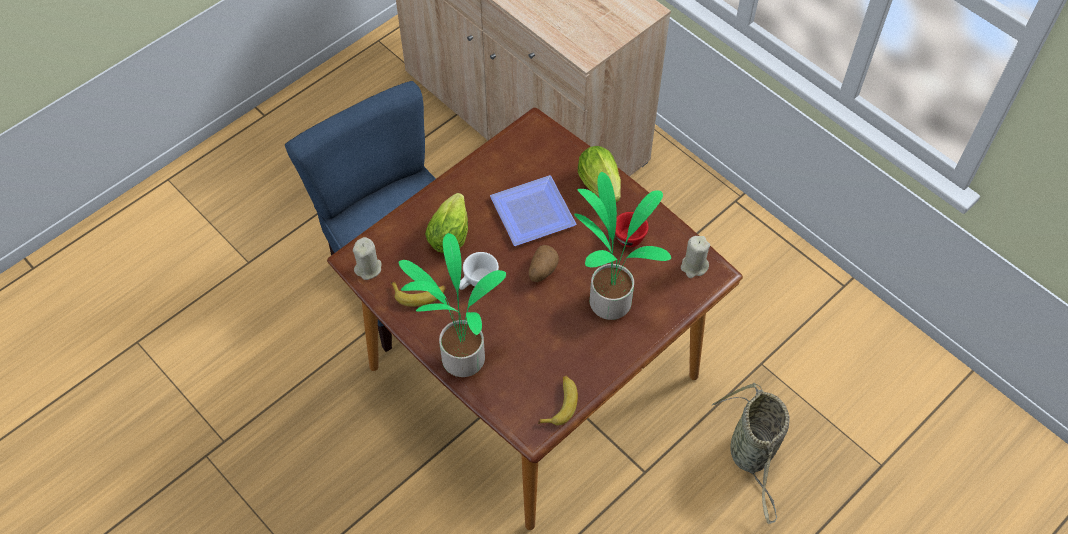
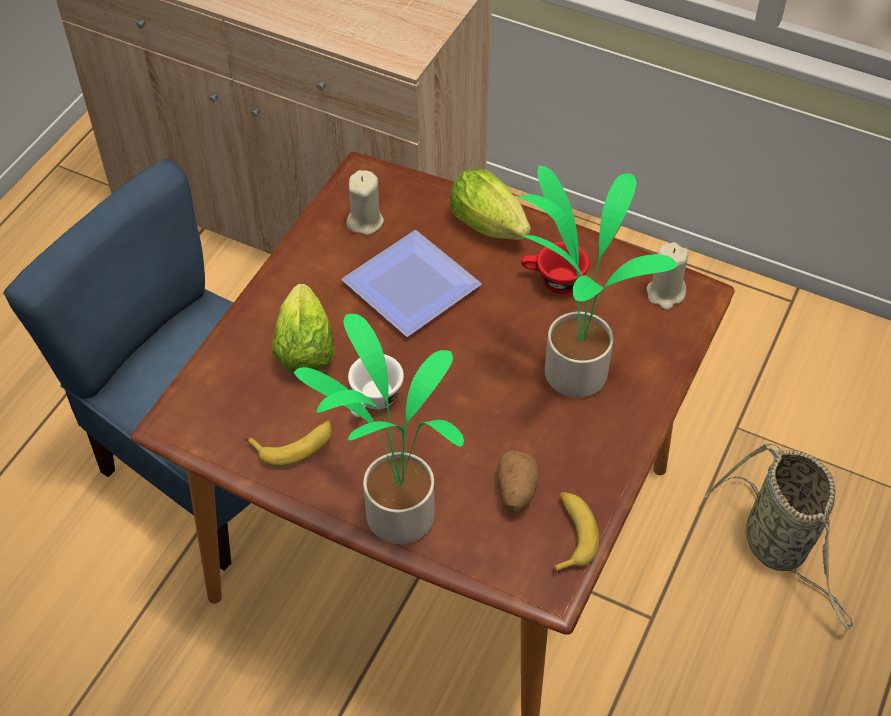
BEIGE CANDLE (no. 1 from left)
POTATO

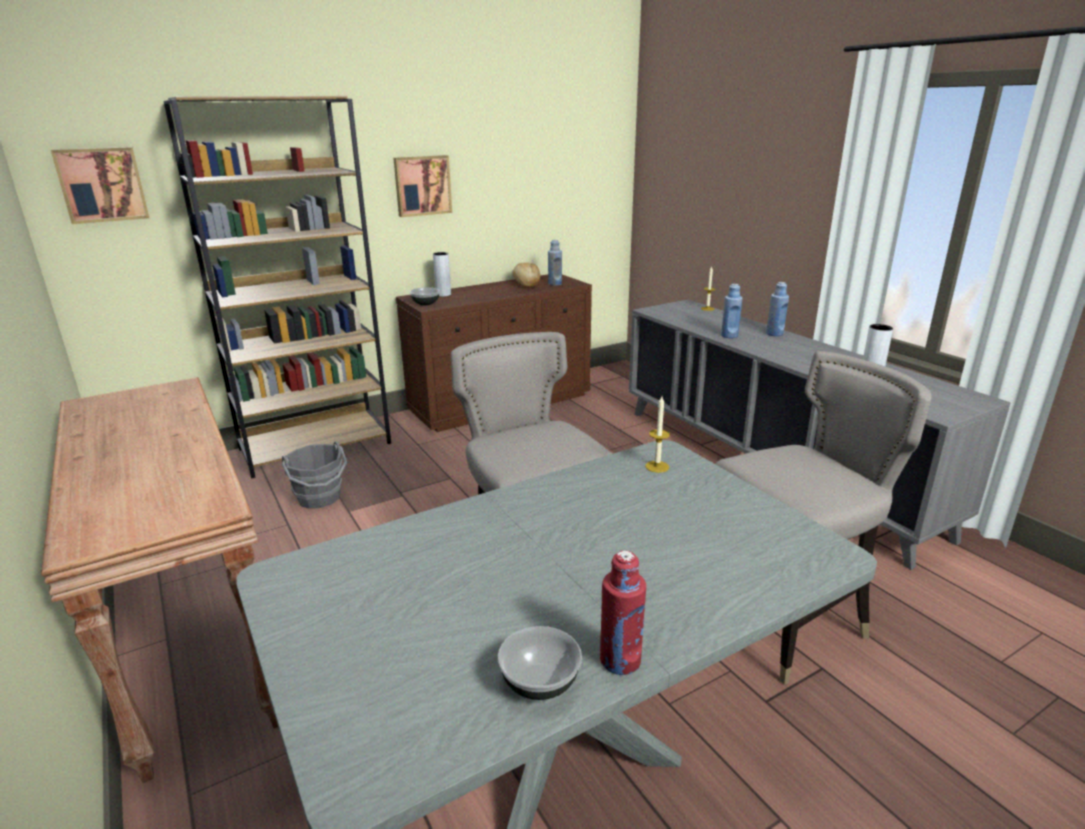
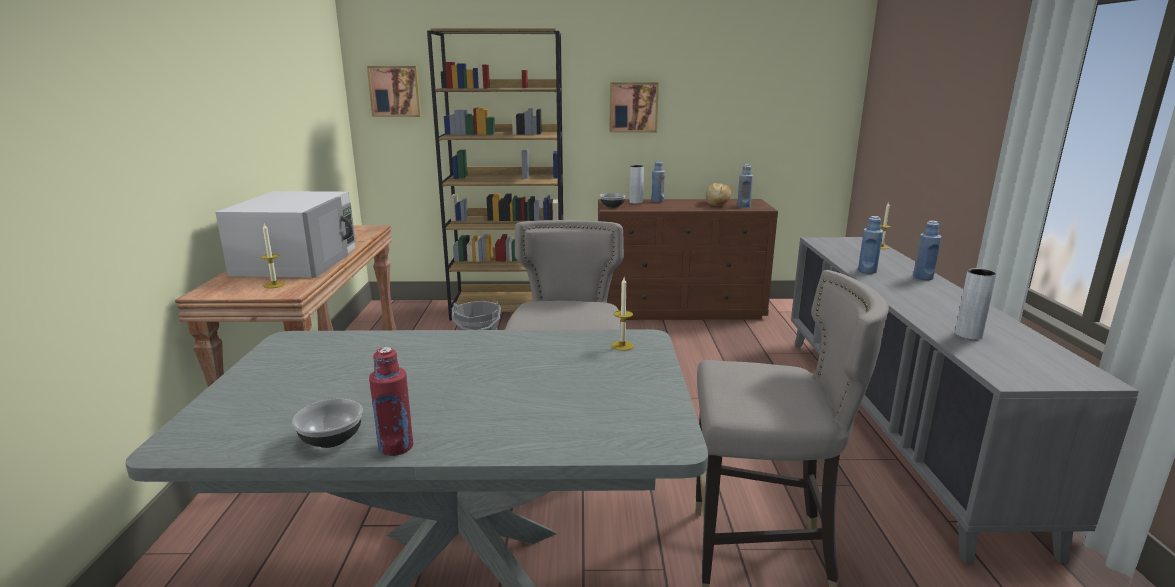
WHITE MICROWAVE
CANDLE (no. 1 from left)
BLUE BOTTLE (no. 1 from left)

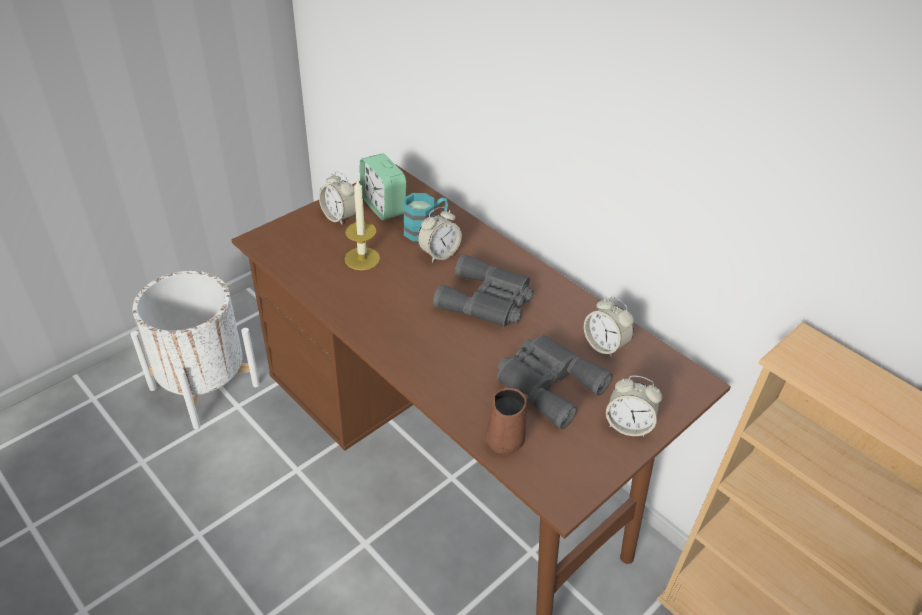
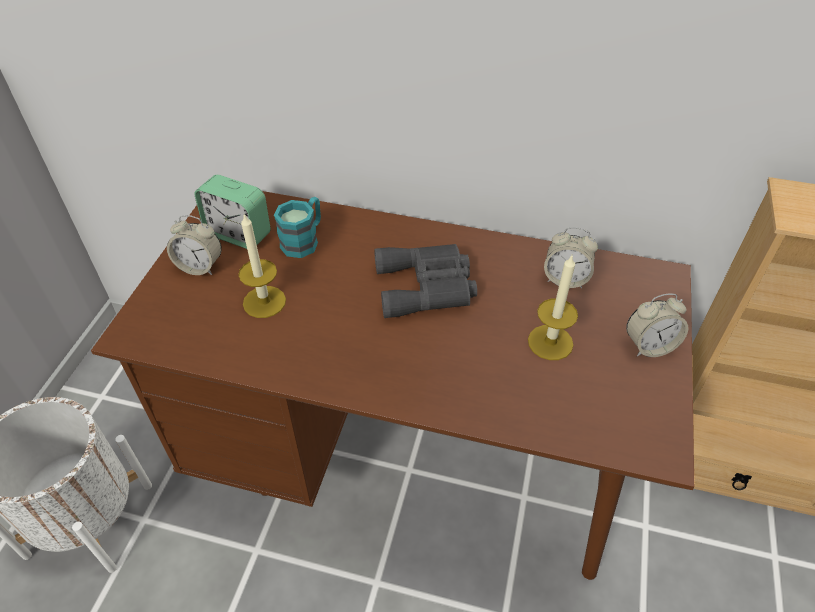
ALARM CLOCK (no. 3 from left in the first image)
BROWN MUG
CANDLE (no. 2 from left)

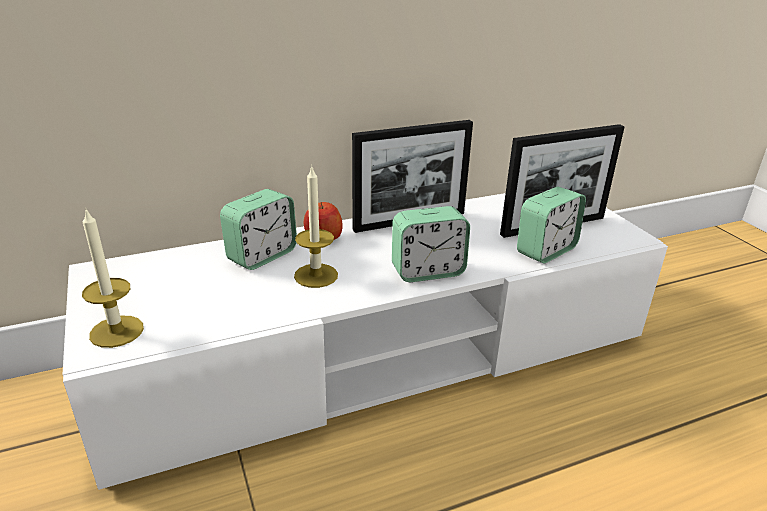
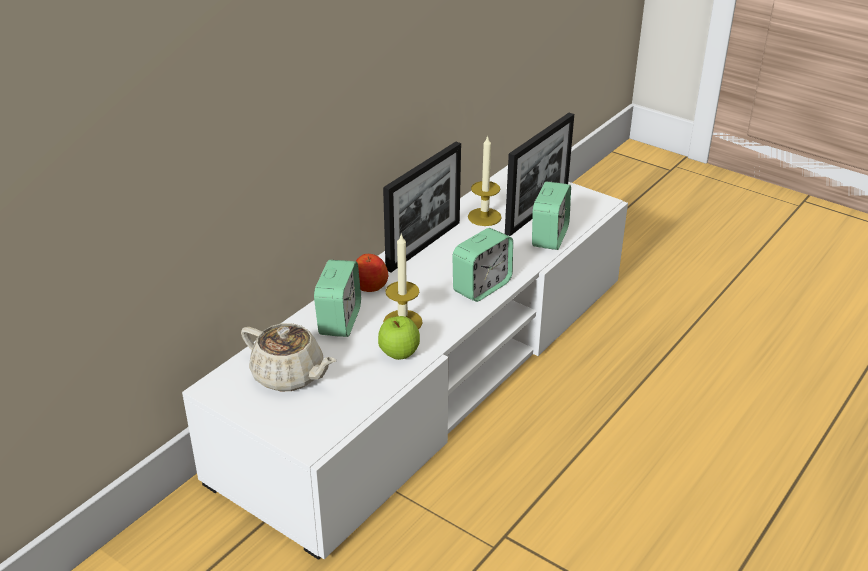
CANDLE (no. 2 from left)
BEIGE TEAPOT
APPLE (no. 2 from left)

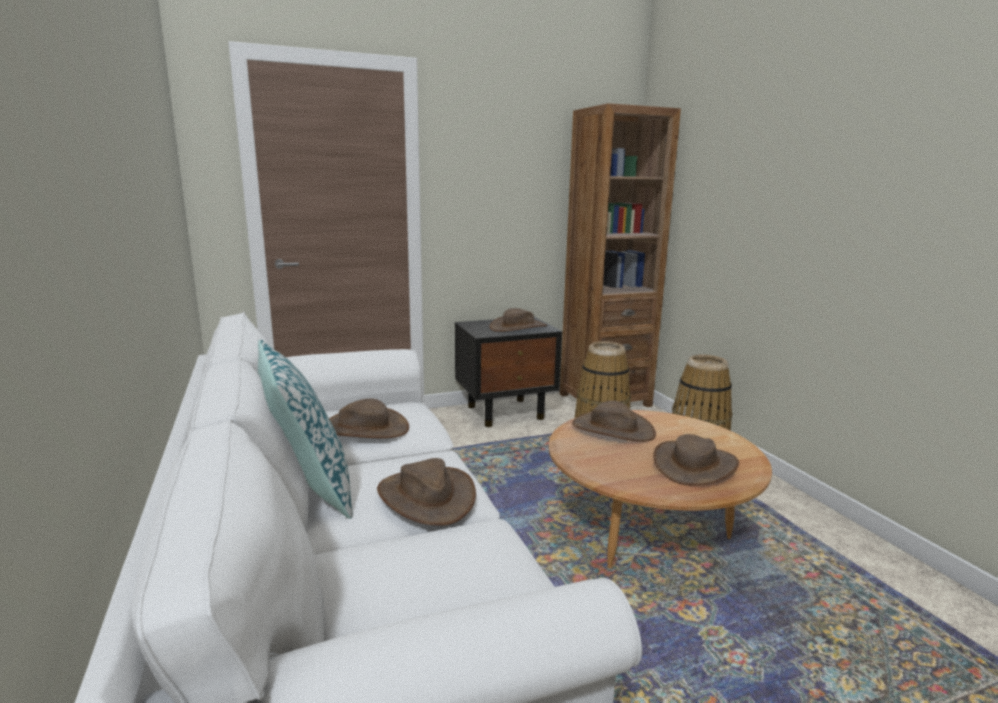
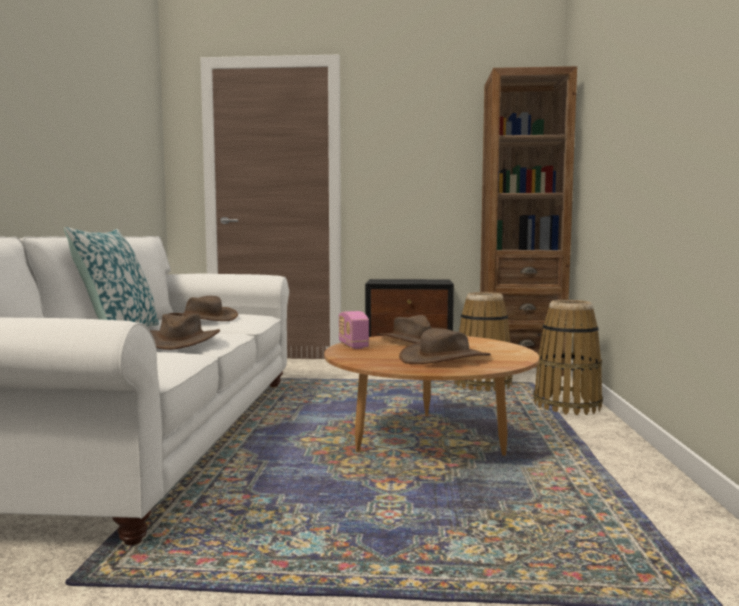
BROWN HAT (no. 3 from left in the first image)
RADIO

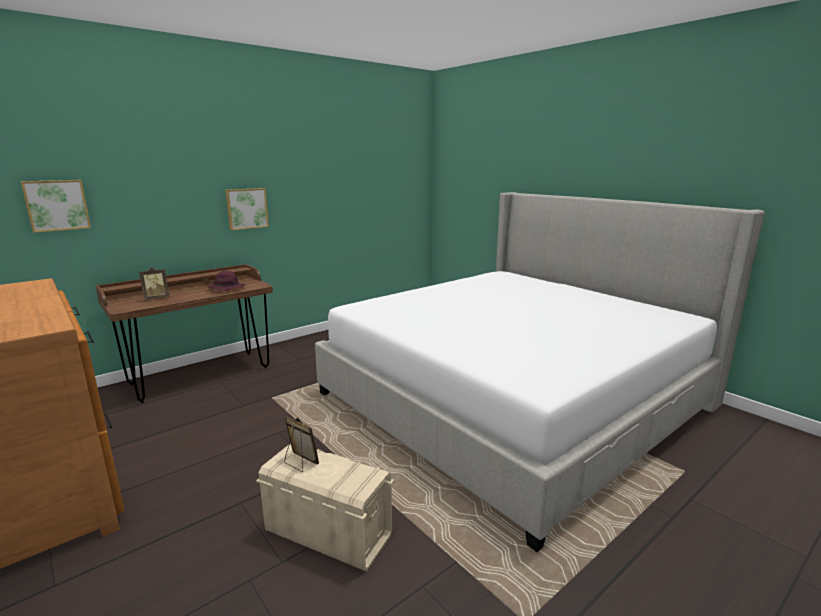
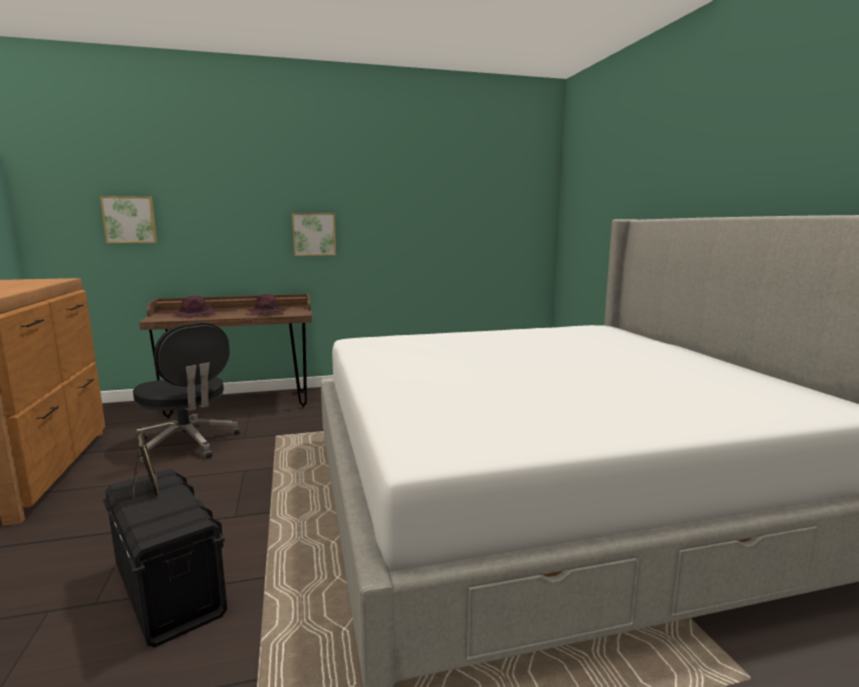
PURPLE HAT (no. 1 from left)
BLACK STORAGE BOX
BLACK OFFICE CHAIR

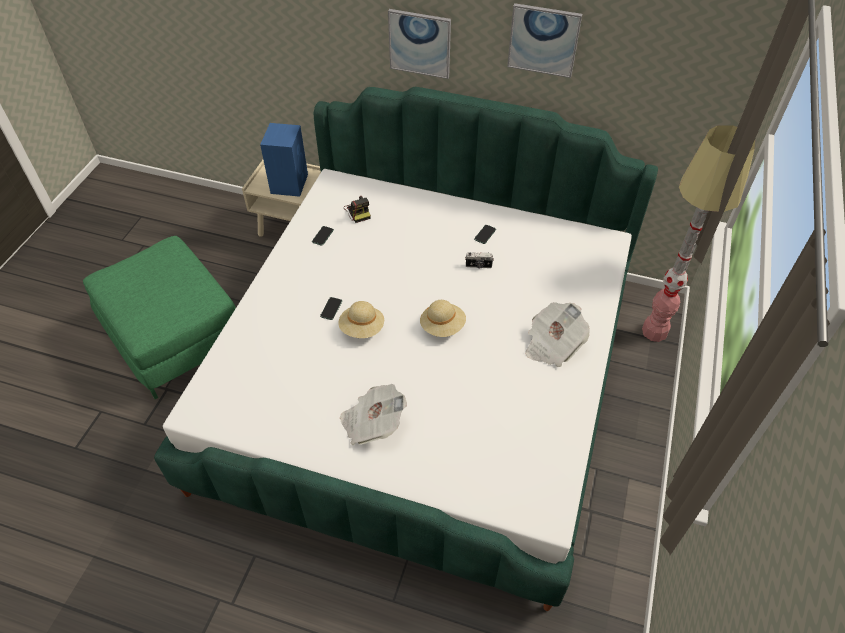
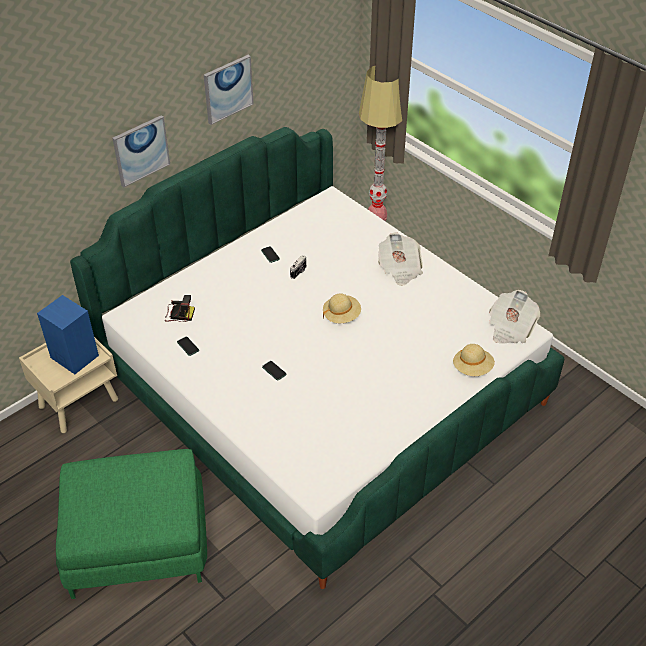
BEIGE HAT (no. 2 from left)
NEWSPAPER (no. 2 from left)

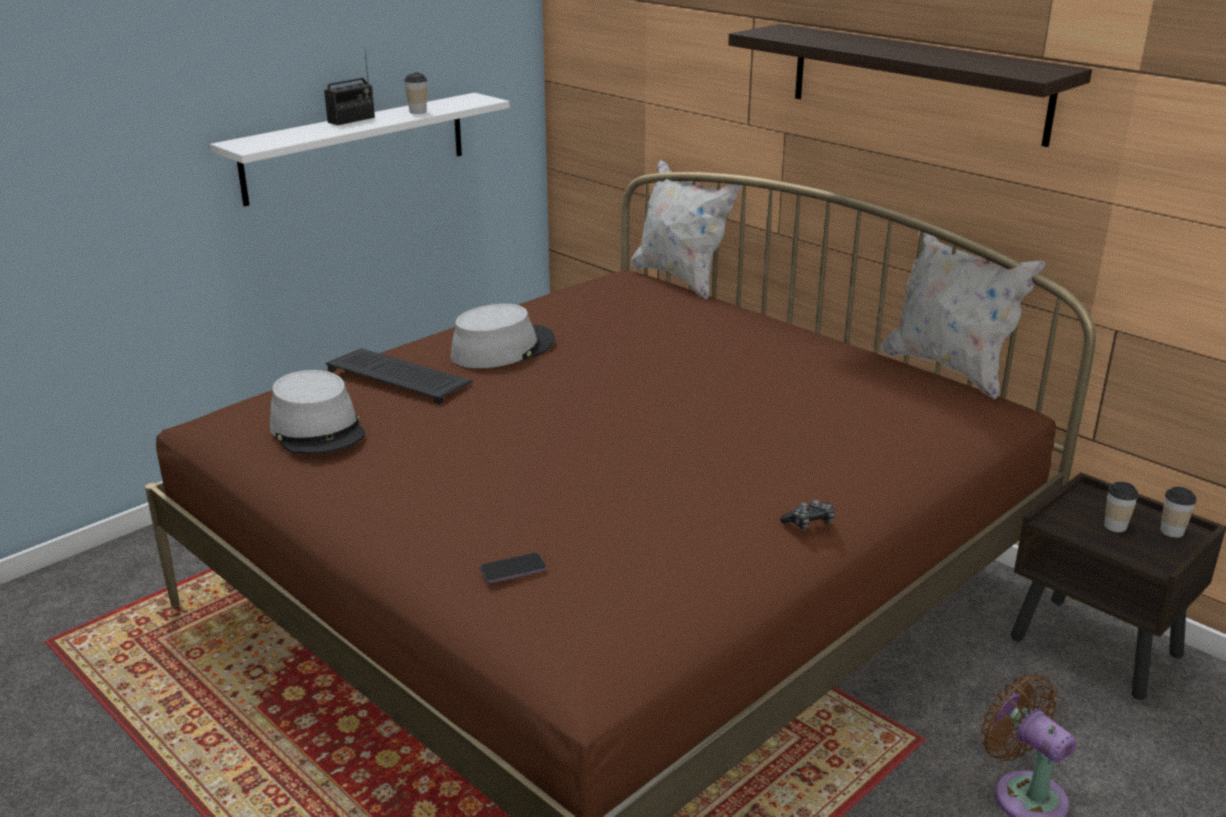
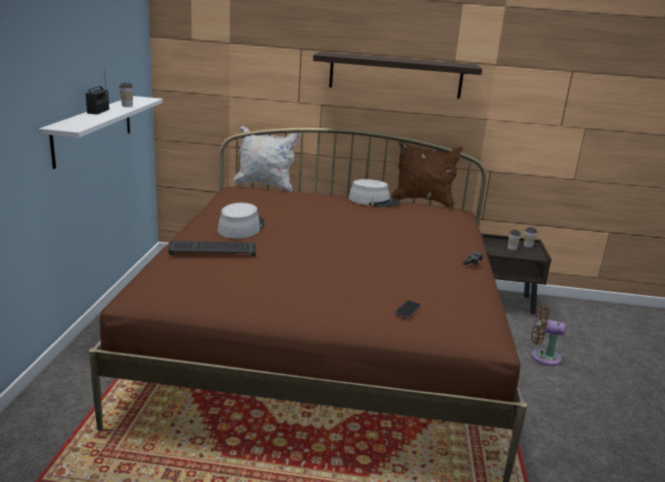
GREY HAT (no. 2 from left)
BROWN PILLOW

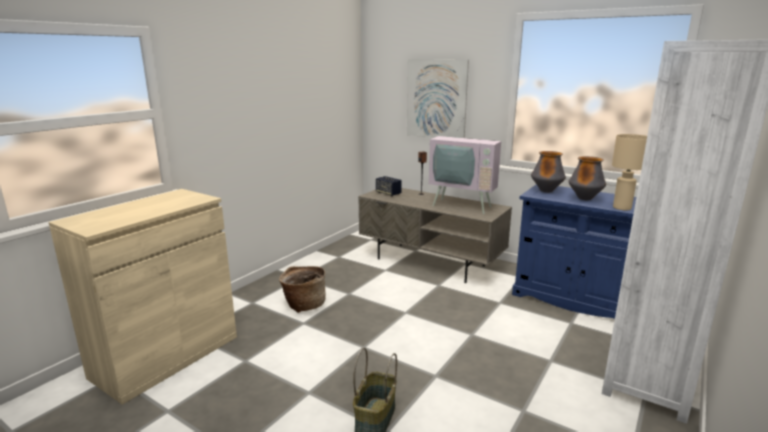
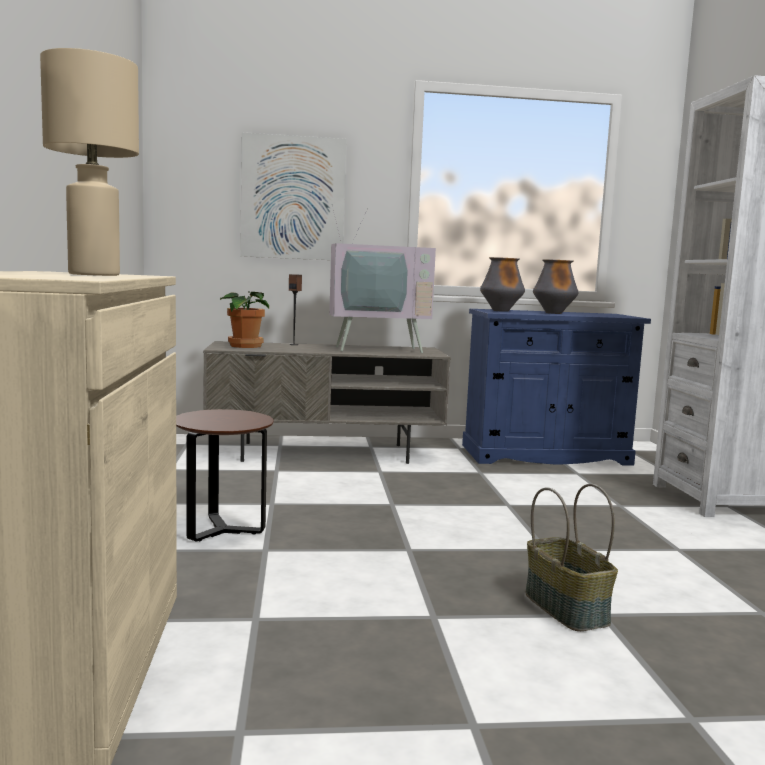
BROWN SIDE TABLE
POTTED PLANT
BEIGE TABLE LAMP

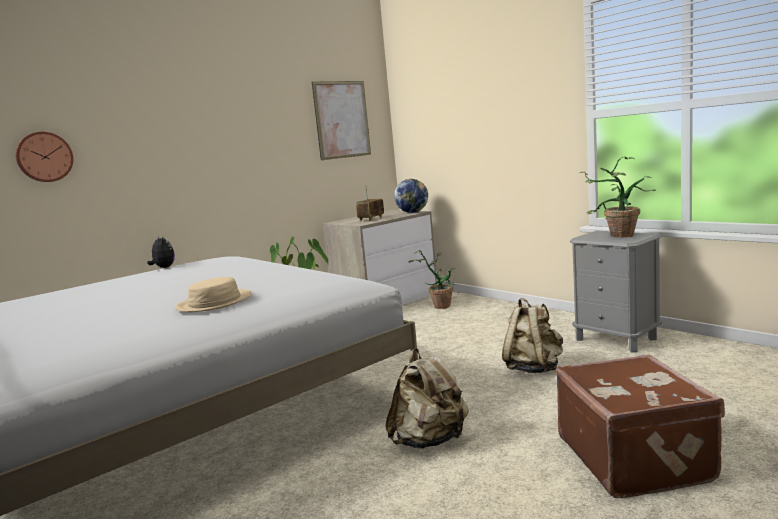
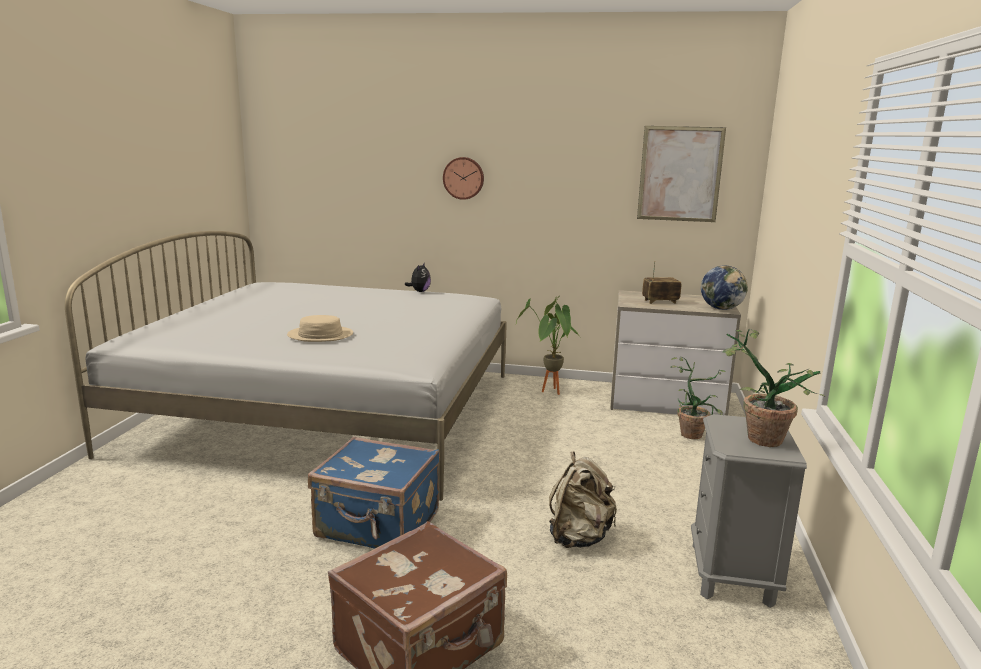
WALL CLOCK
BLUE SUITCASE

